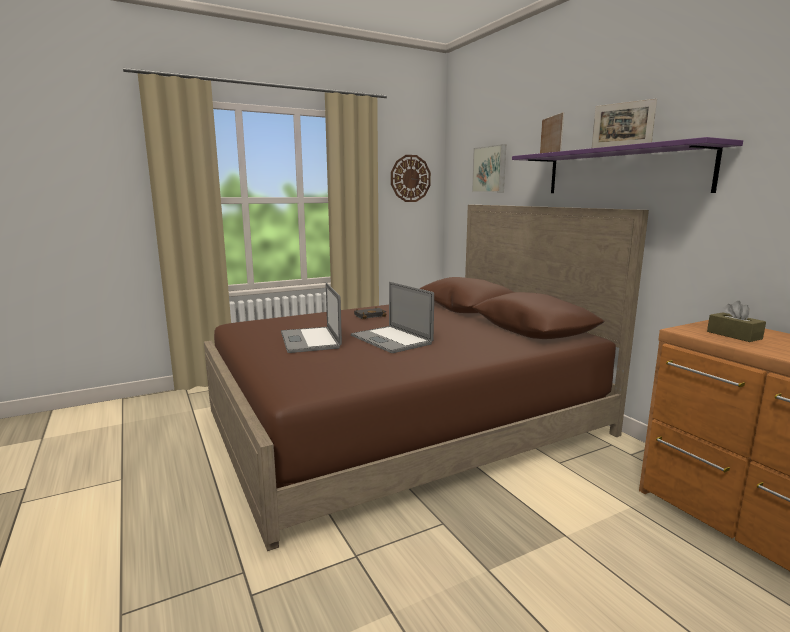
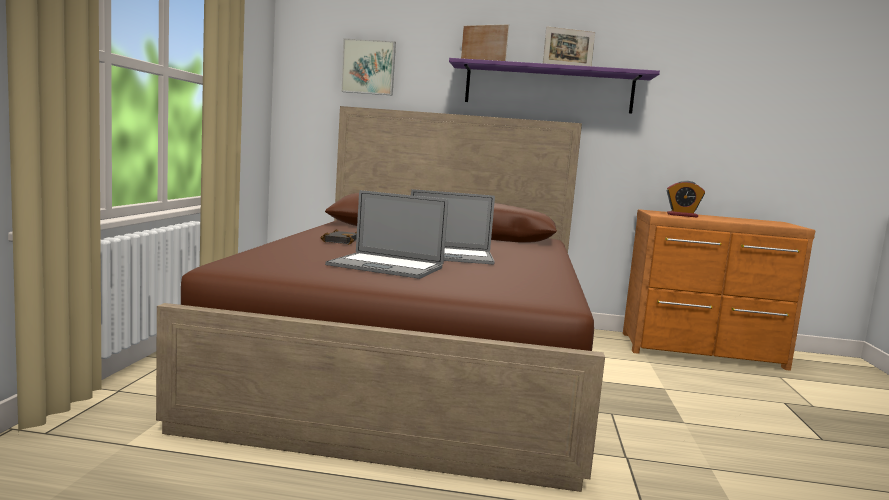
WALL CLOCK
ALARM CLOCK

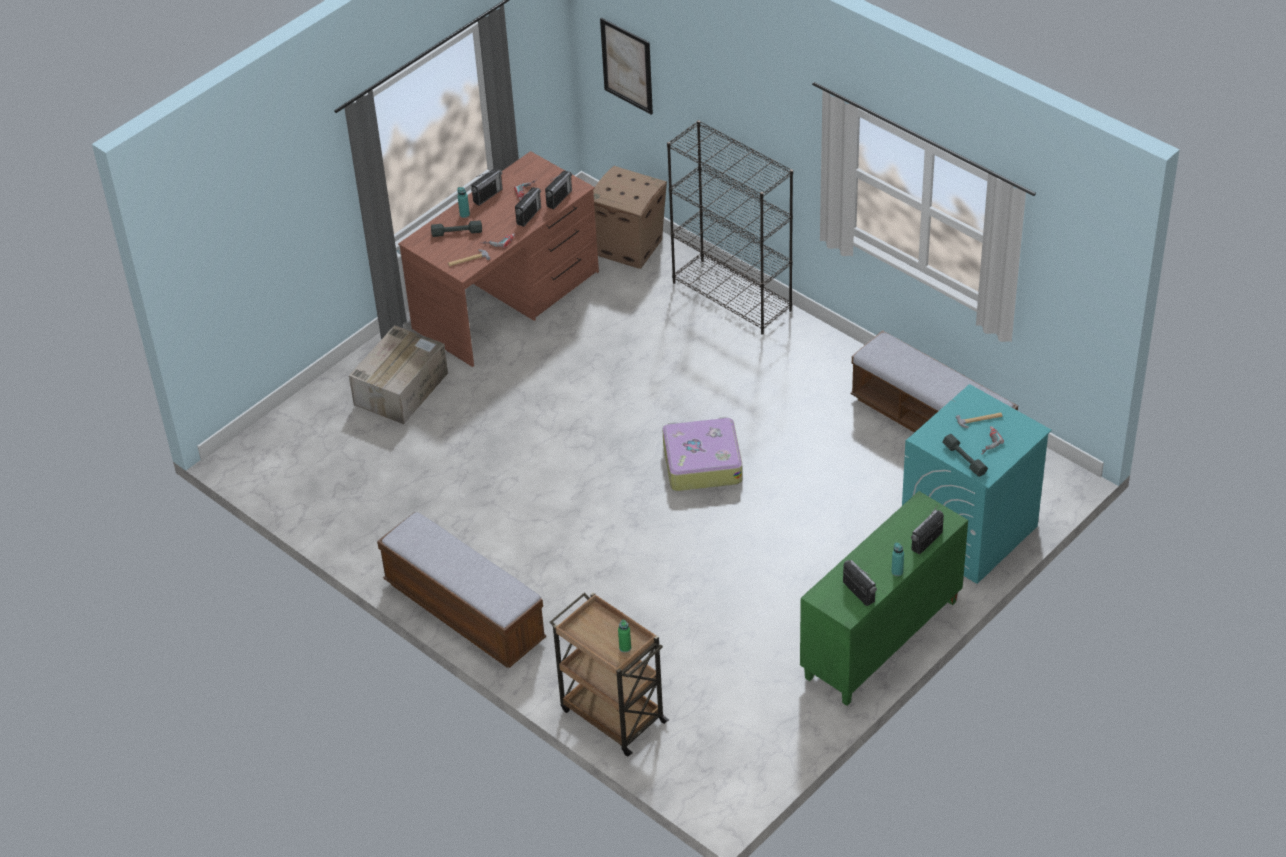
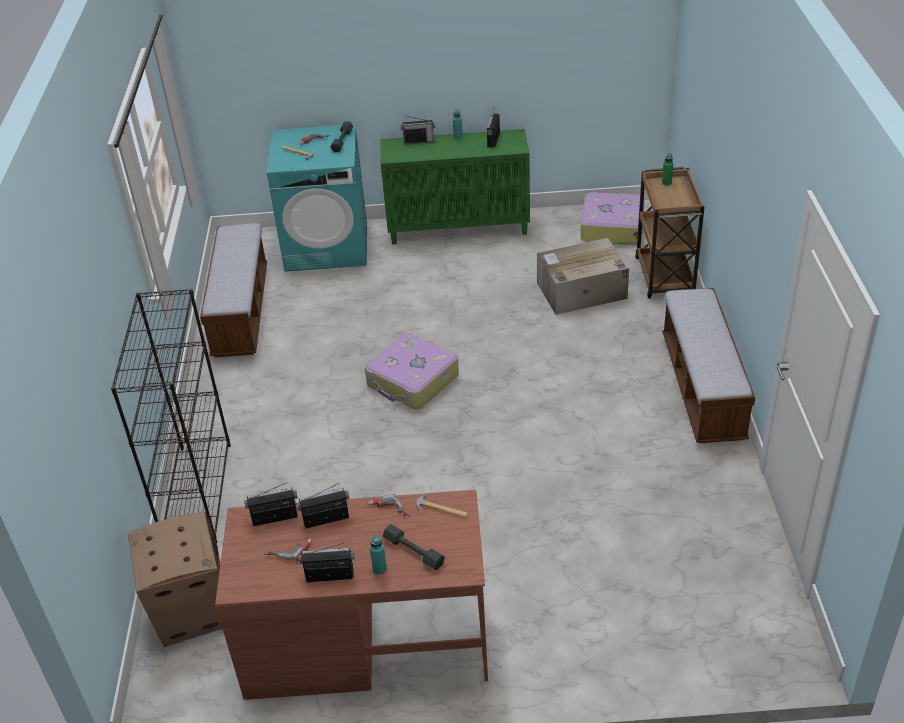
CARDBOARD BOX (no. 2 from left)
PICTURE
SUITCASE (no. 2 from left)

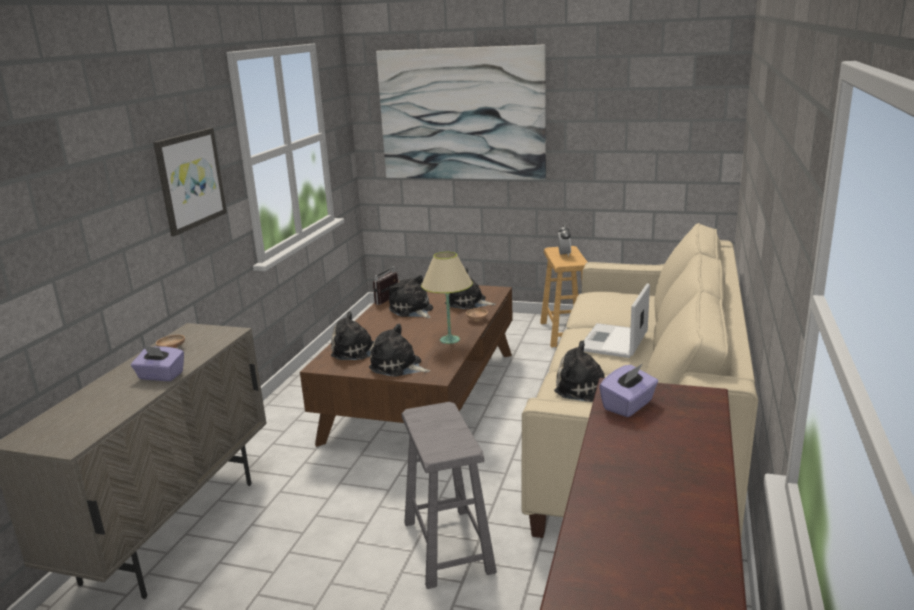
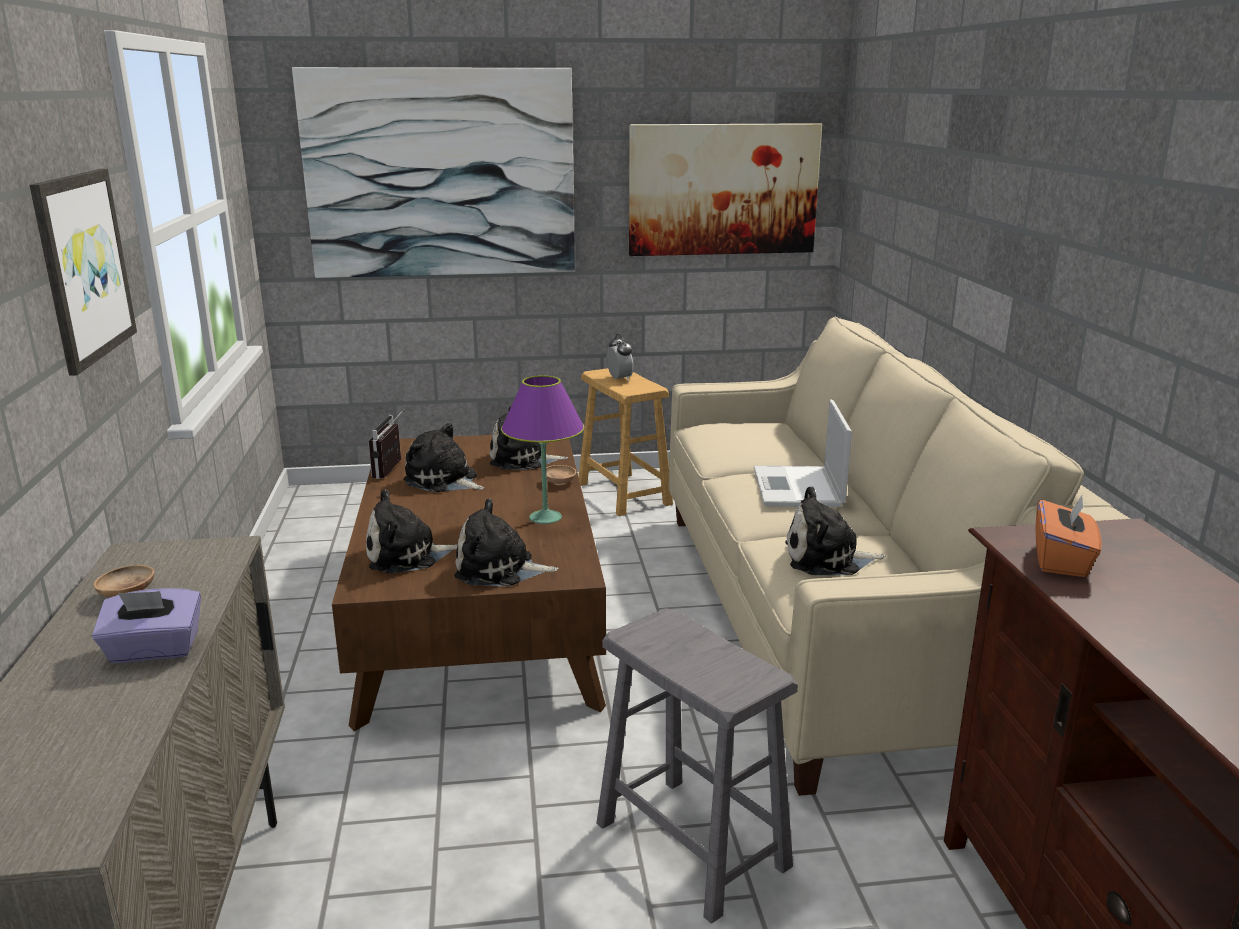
PURPLE TABLE LAMP
ORANGE TISSUE BOX
PICTURE (no. 3 from left)

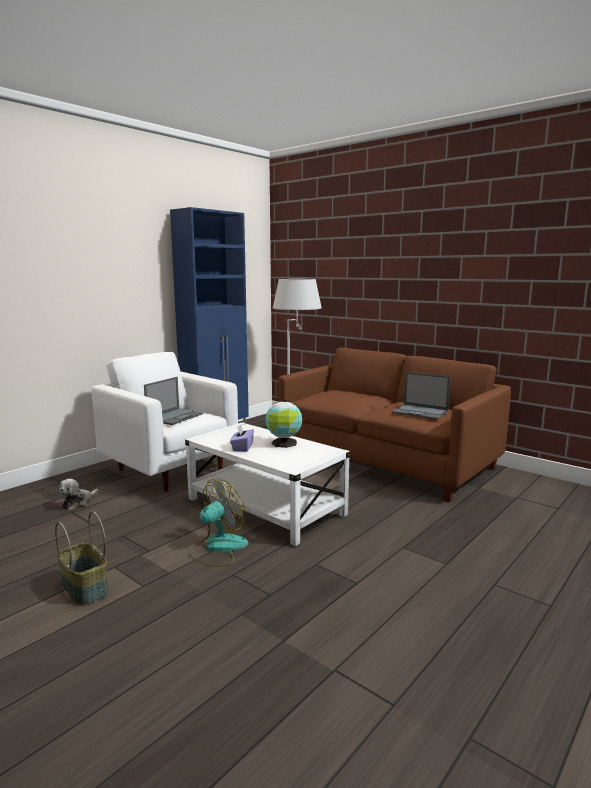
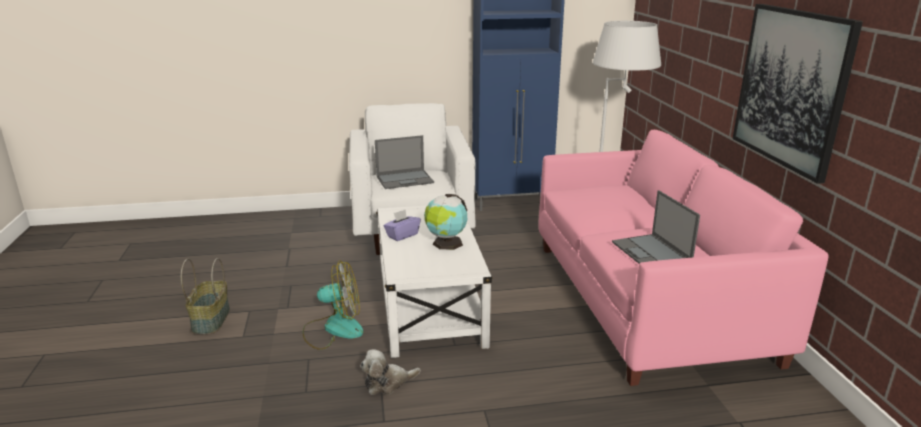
PLUSH TOY
PINK SOFA
PICTURE

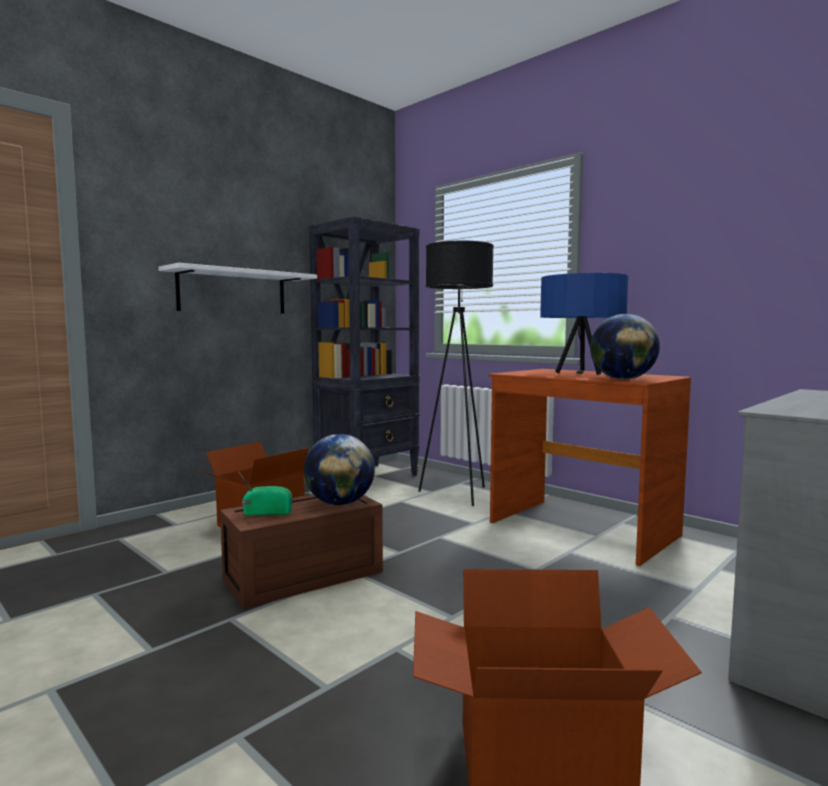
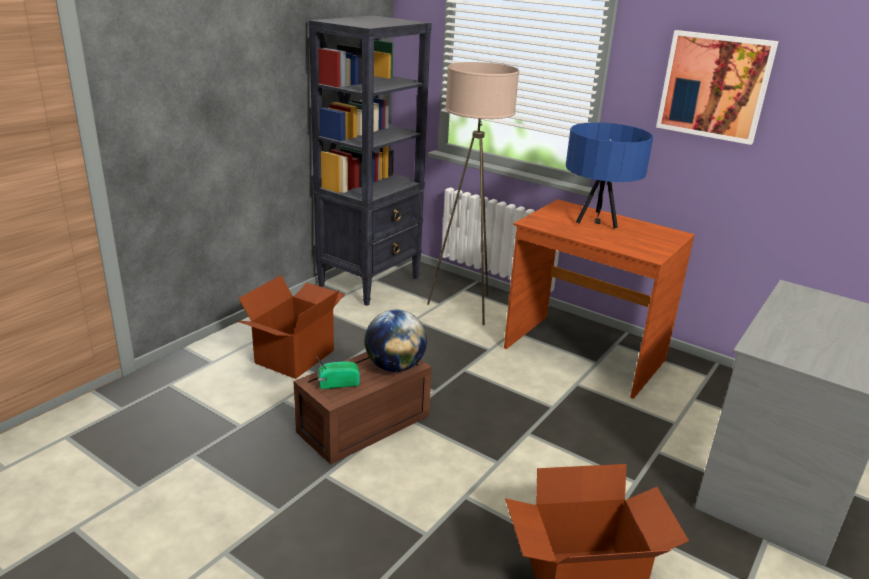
WHITE SHELF
BEIGE FLOOR LAMP
GLOBE (no. 2 from left in the first image)
PICTURE

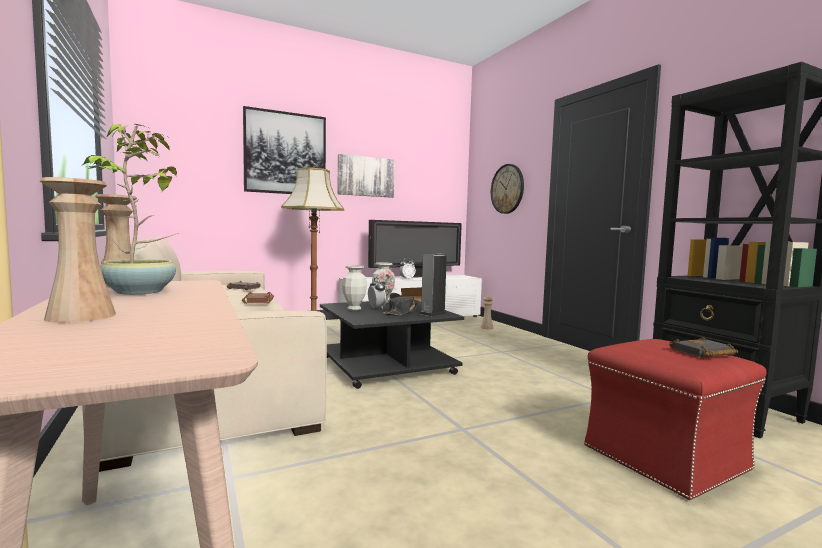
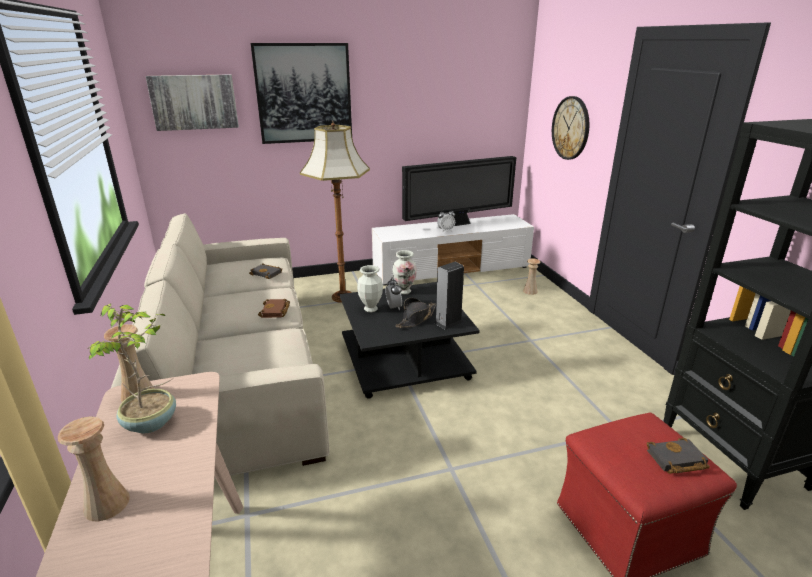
PICTURE (no. 1 from left)

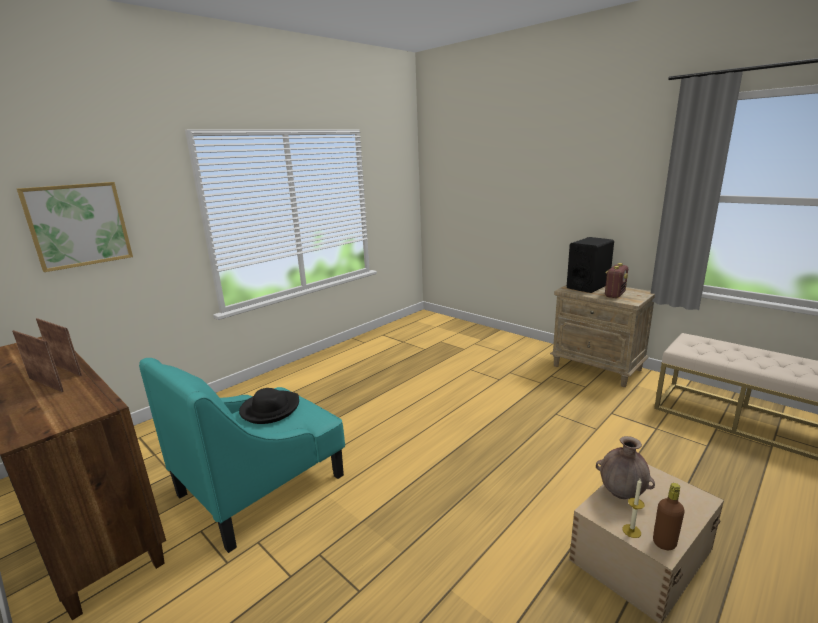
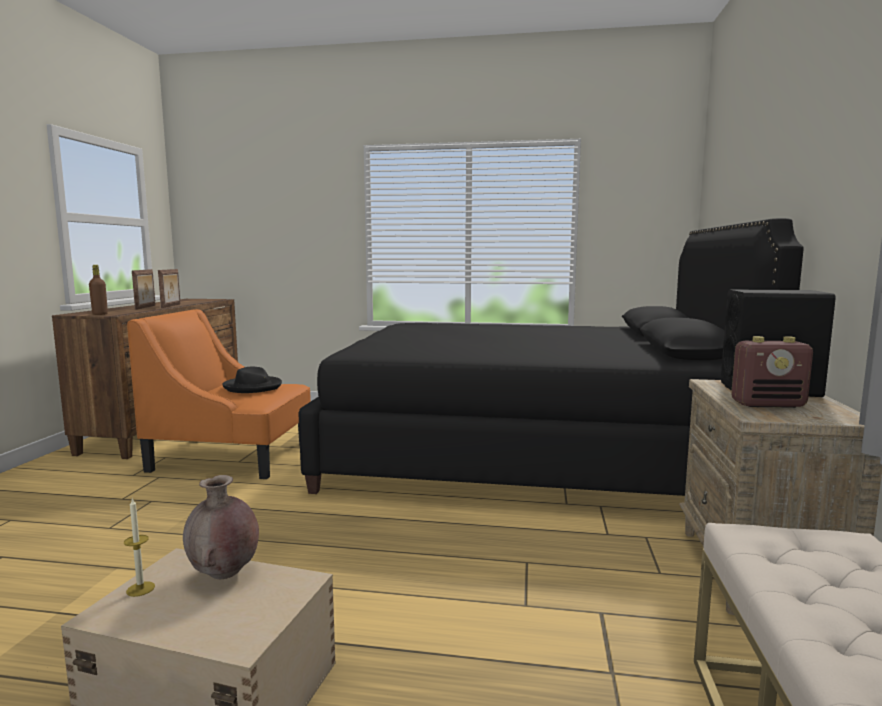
PICTURE
ORANGE ARMCHAIR
BROWN BOTTLE
BLACK BED

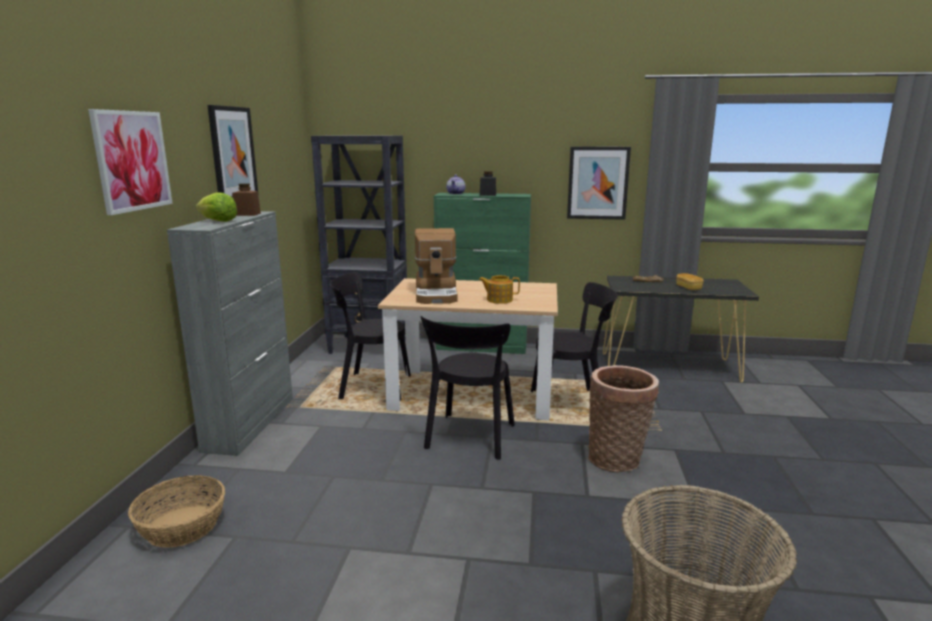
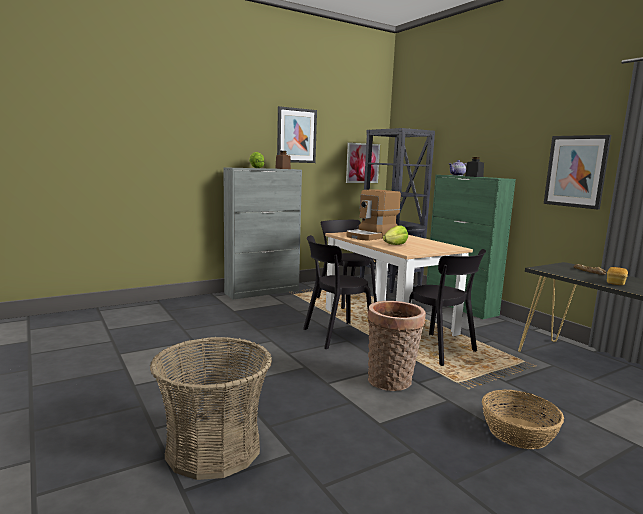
PICTURE (no. 2 from left)
BASKET (no. 3 from left)
LETTUCE (no. 2 from left)

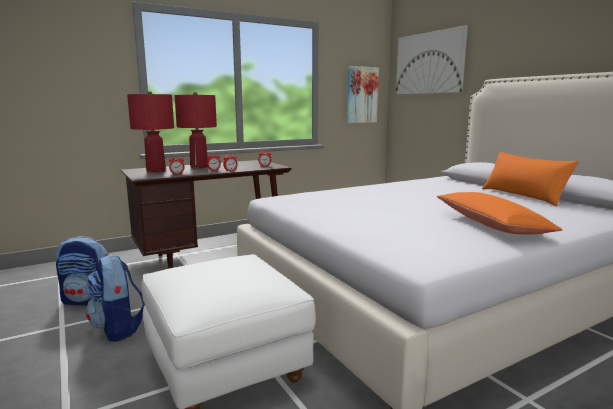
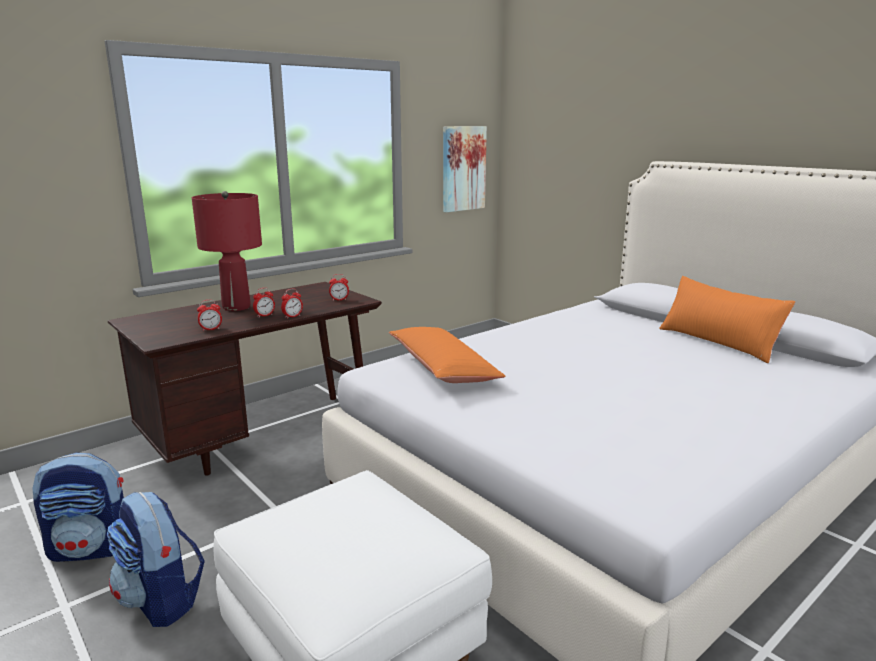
RED TABLE LAMP (no. 1 from left in the first image)
PICTURE (no. 2 from left in the first image)
ORANGE PILLOW (no. 1 from left)

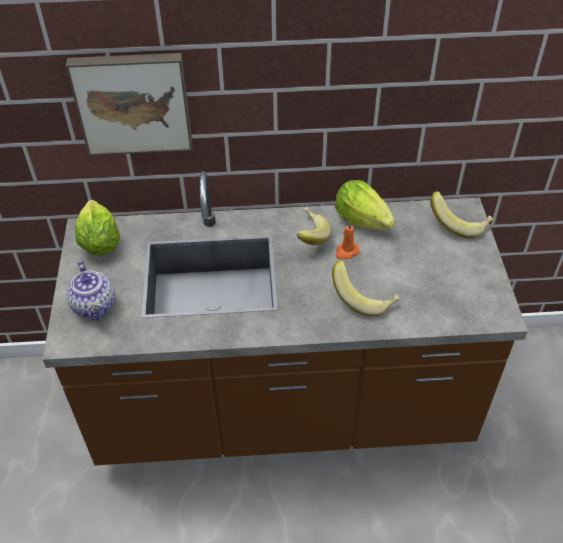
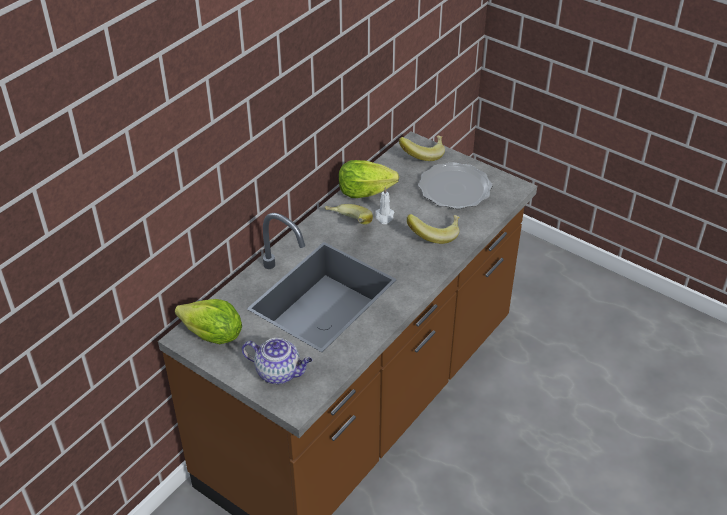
PICTURE
WHITE CANDLE
PLATE

